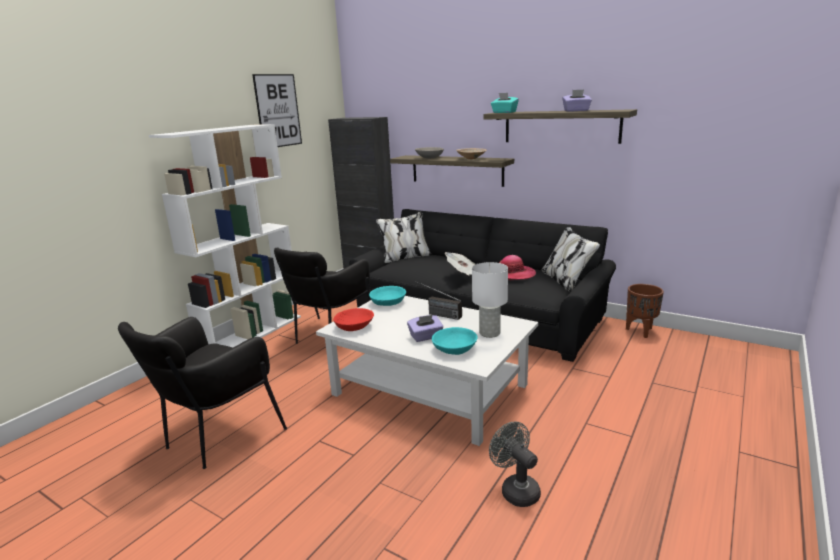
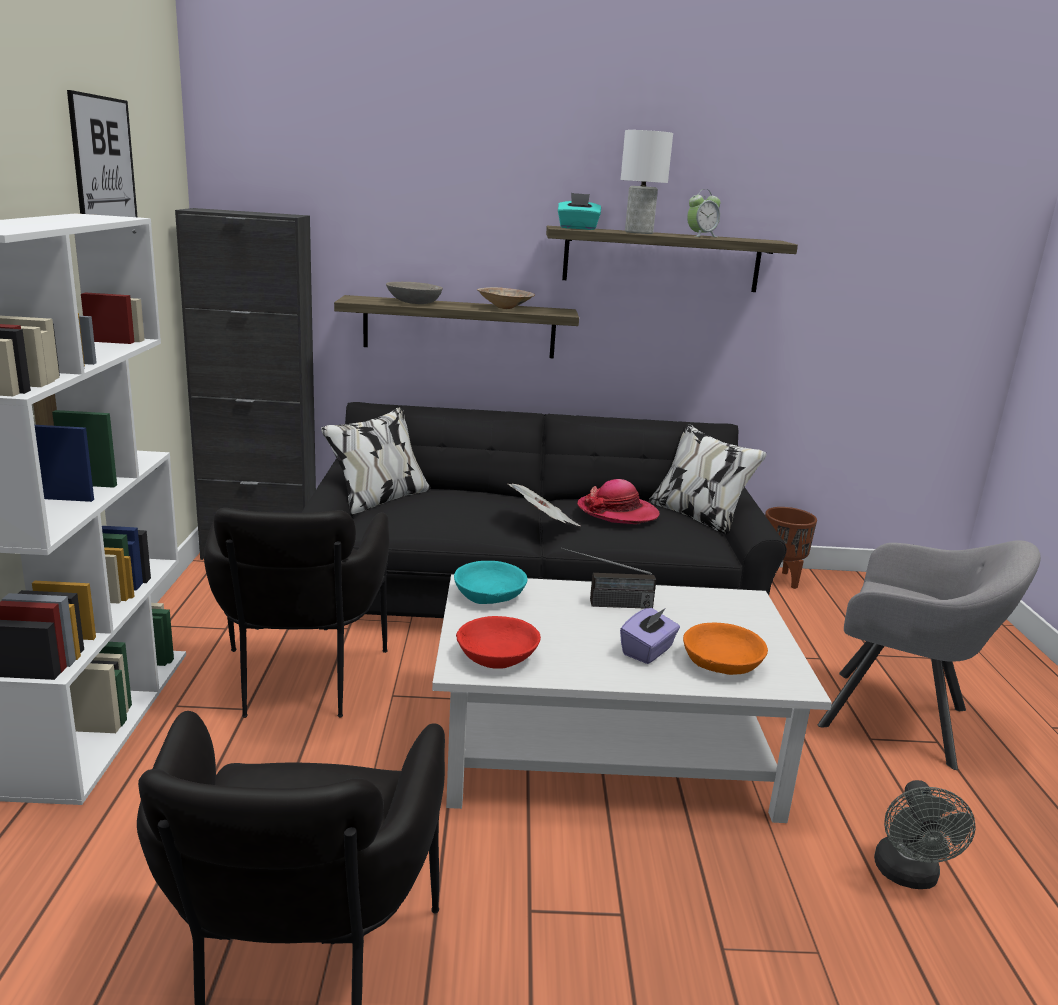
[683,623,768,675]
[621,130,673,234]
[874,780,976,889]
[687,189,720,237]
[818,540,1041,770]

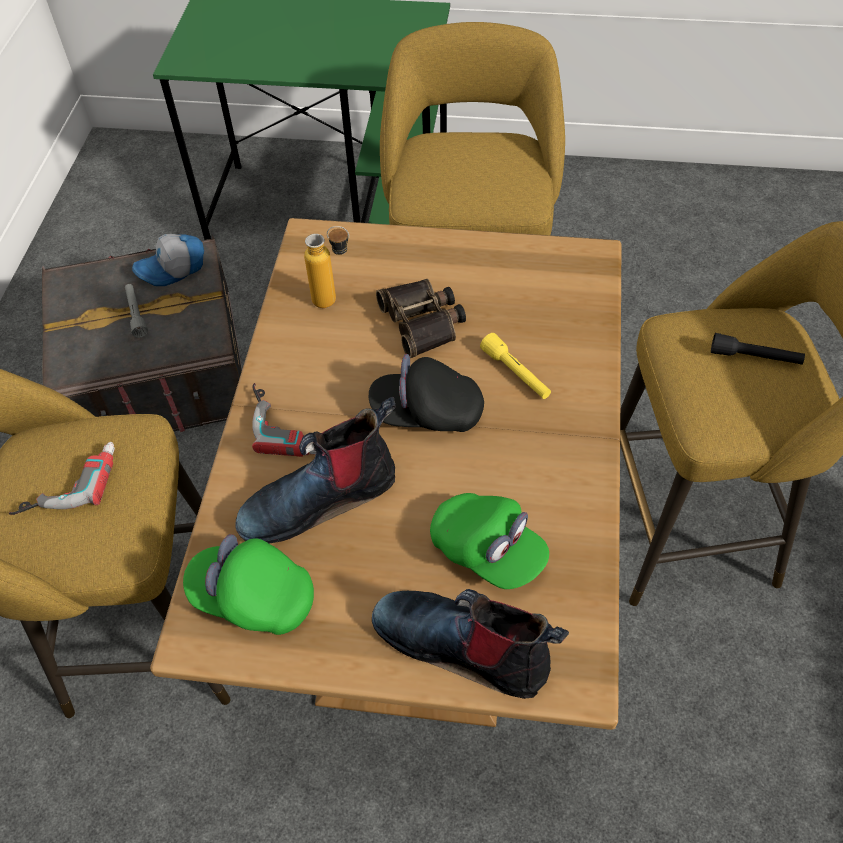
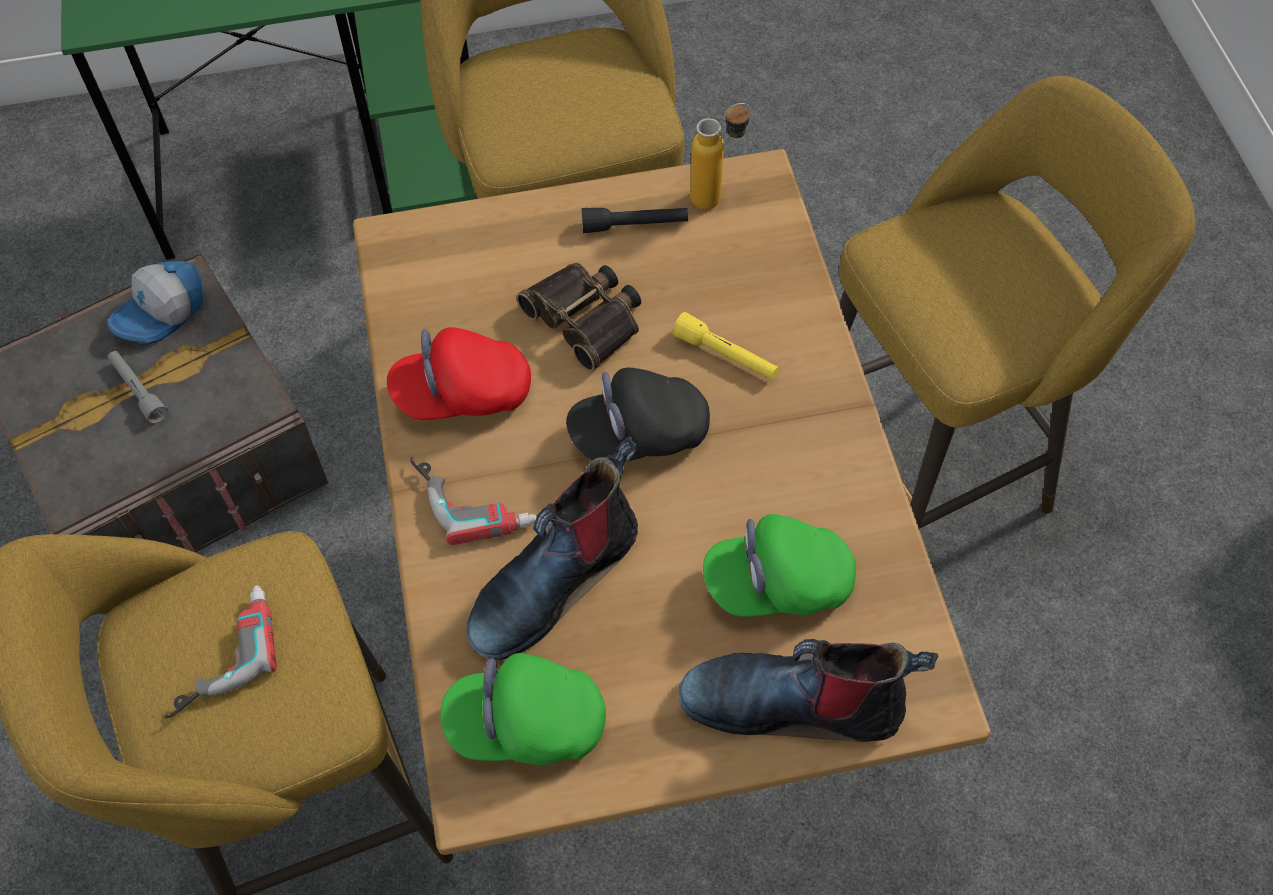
[690,103,751,209]
[703,514,856,617]
[582,208,688,233]
[387,327,531,420]

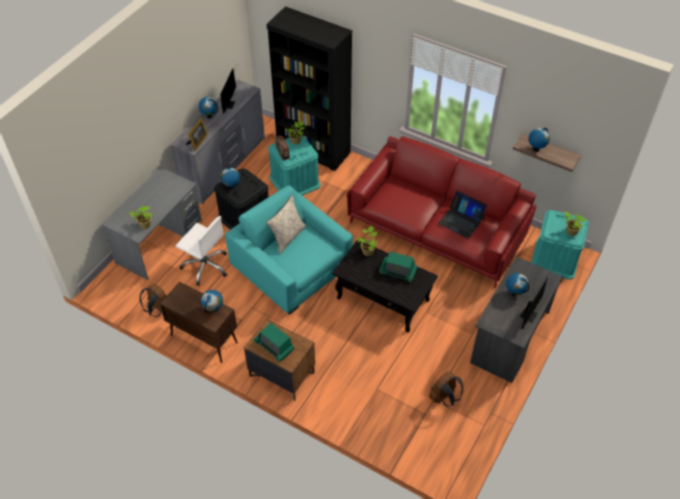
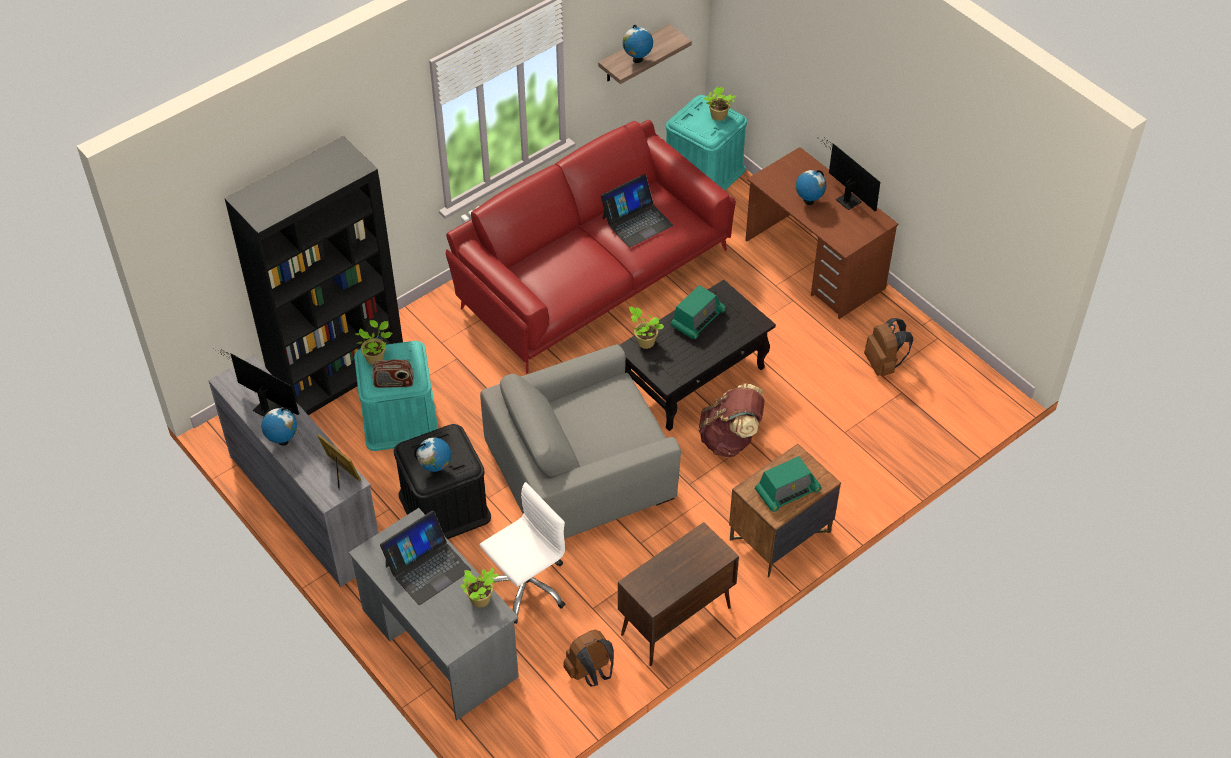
[201,290,223,313] (first image)
[480,344,681,539]
[266,195,306,254] (first image)
[745,147,898,319]
[380,511,471,605]
[698,383,765,457]

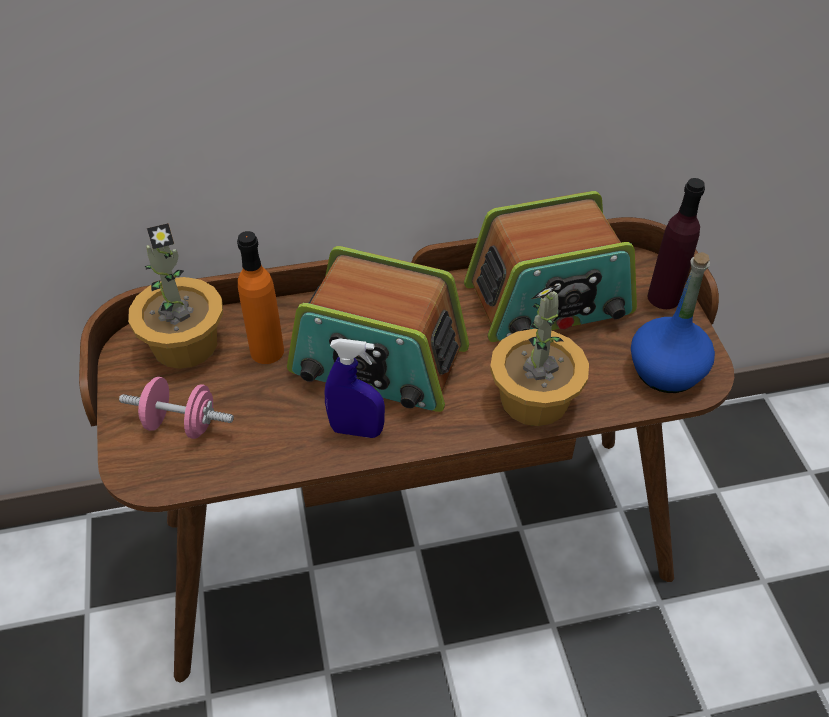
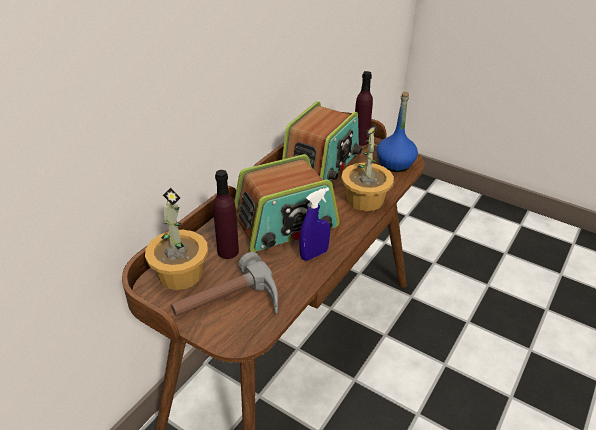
[171,252,278,317]
[213,170,239,259]

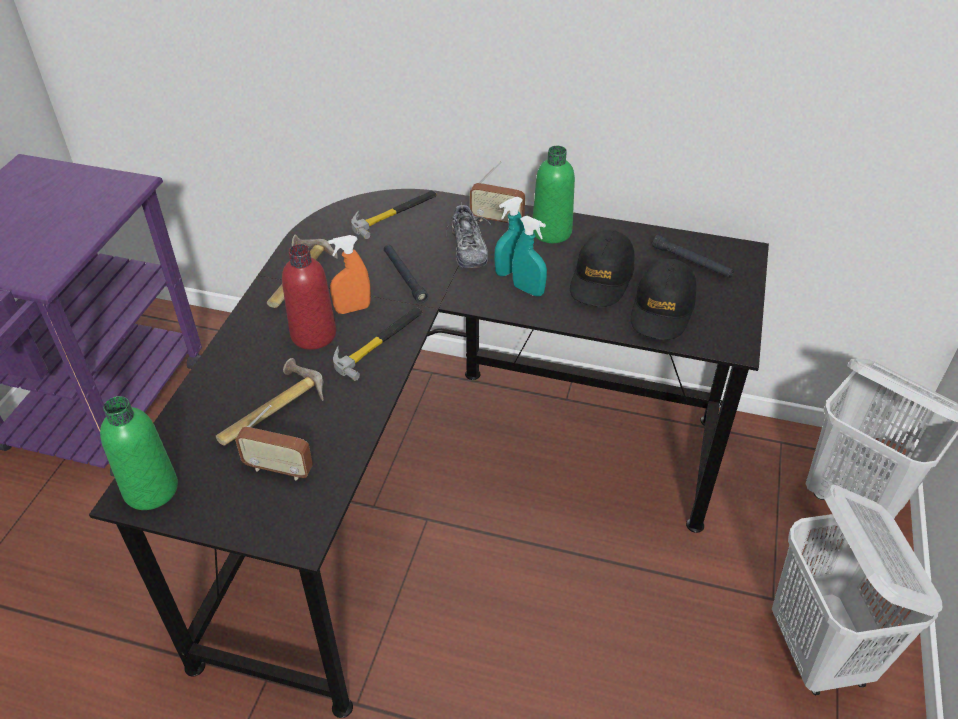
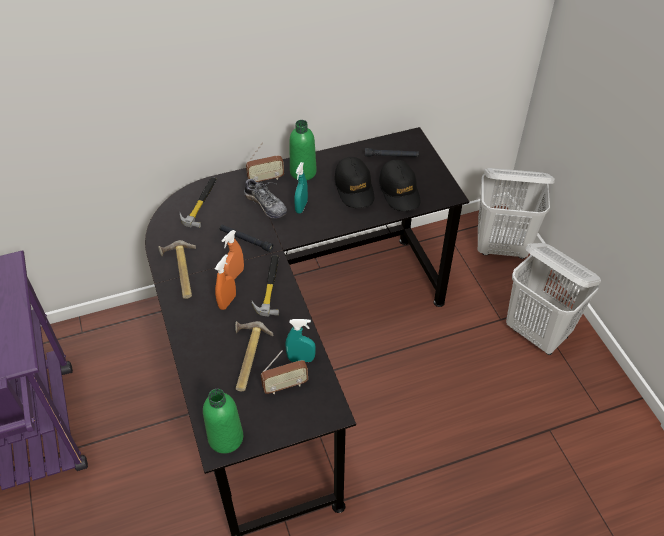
[215,254,236,310]
[286,319,316,362]

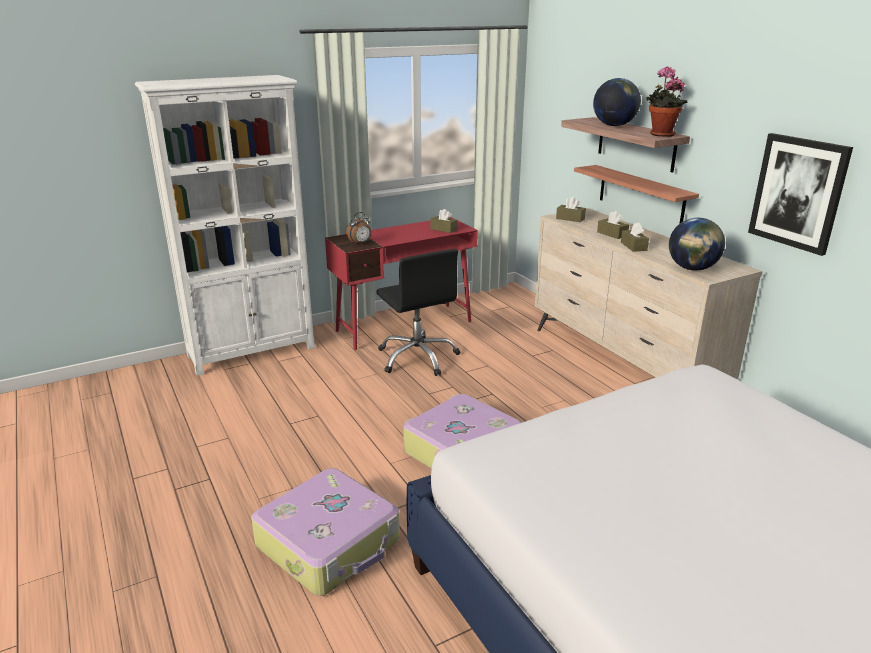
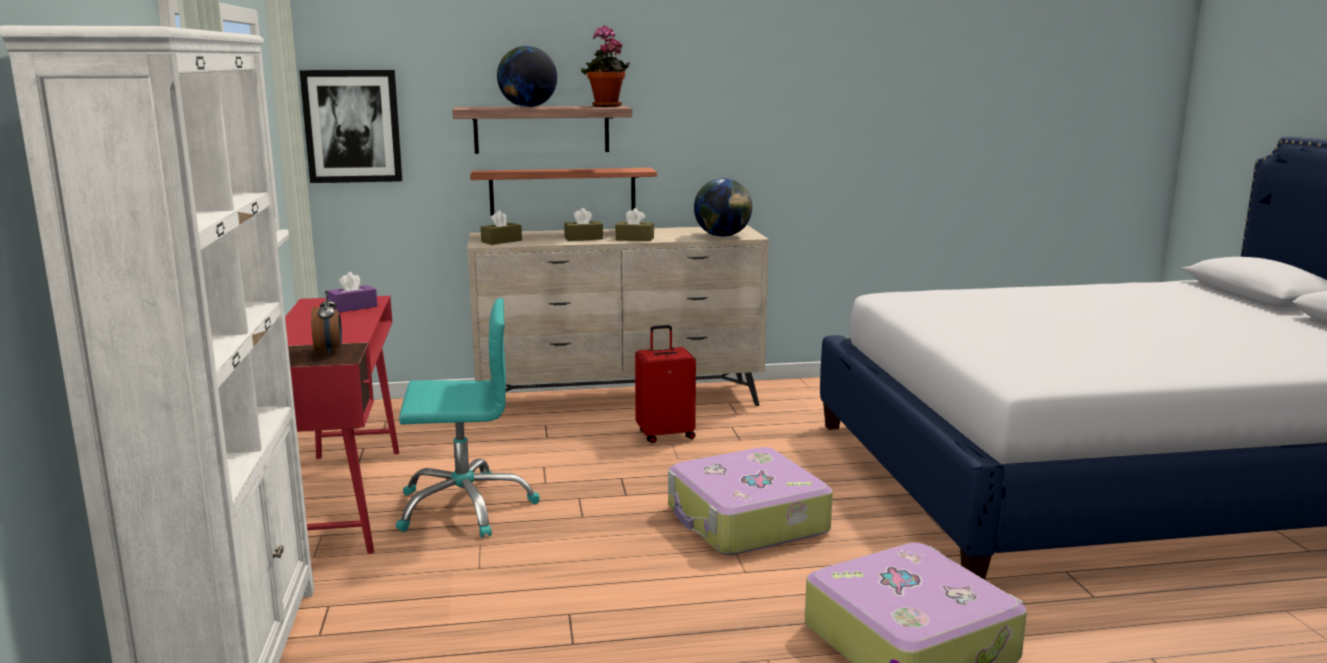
[395,298,540,538]
[327,272,378,312]
[299,70,402,183]
[635,325,696,443]

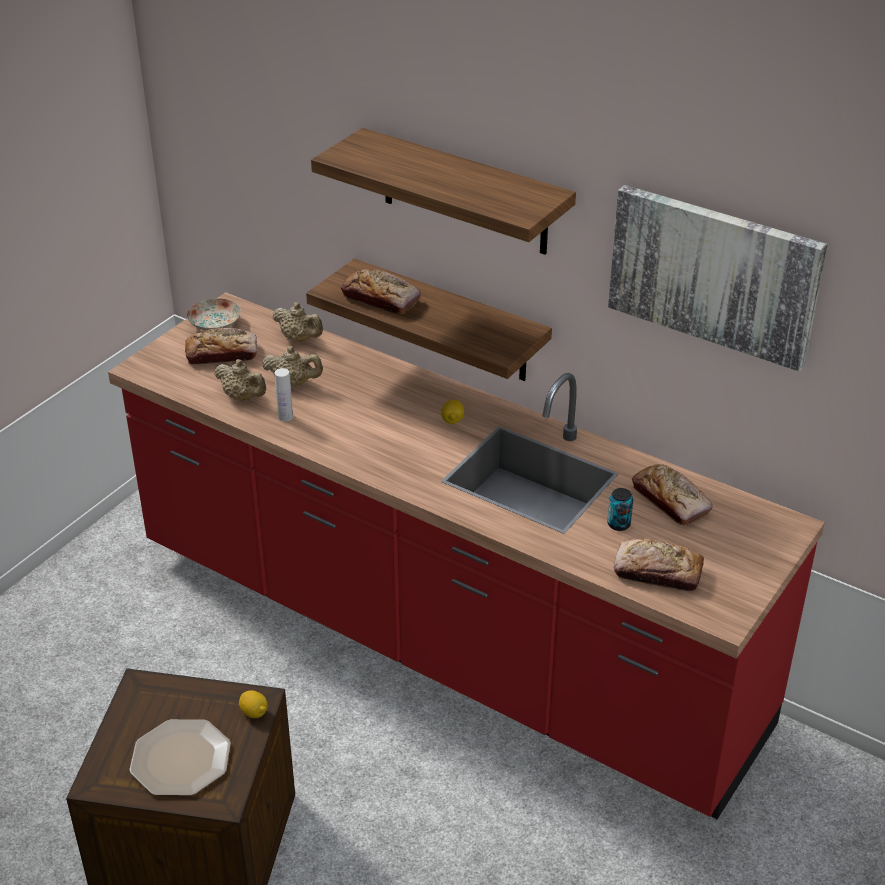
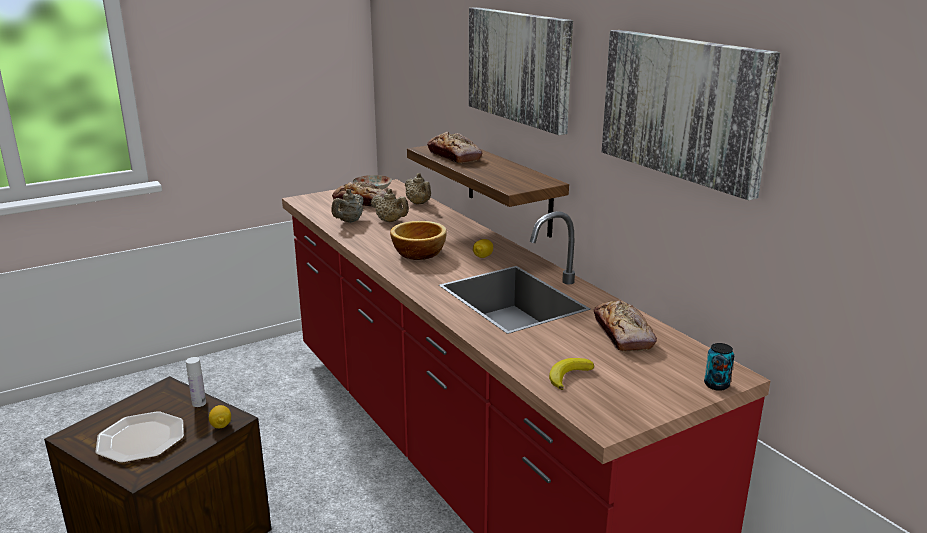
[331,189,364,223]
[186,357,206,407]
[469,7,573,135]
[704,343,734,391]
[549,358,594,390]
[390,221,447,260]

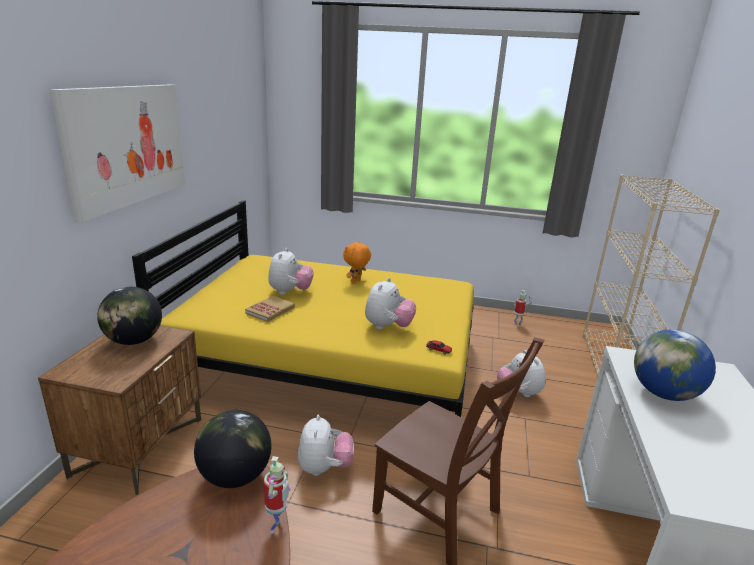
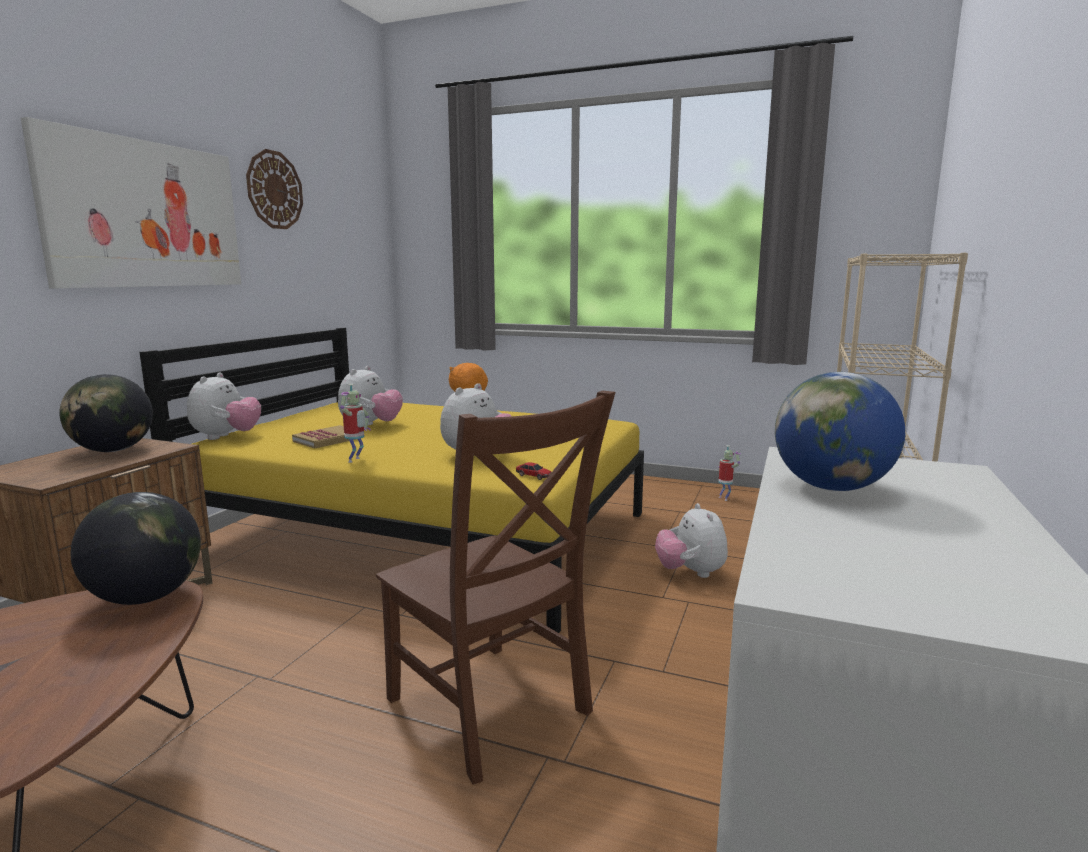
[340,384,371,463]
[187,373,261,440]
[246,149,303,229]

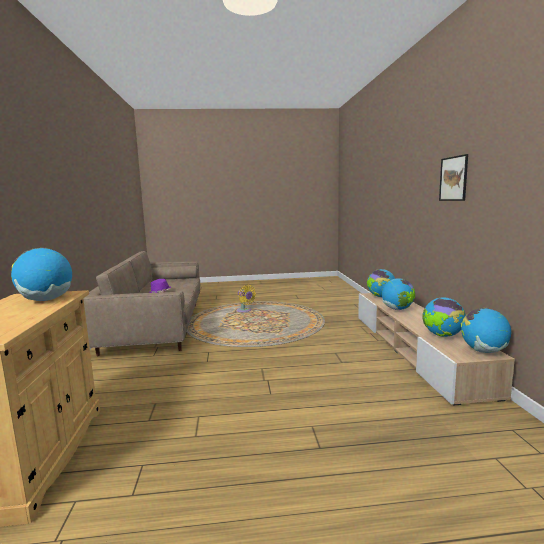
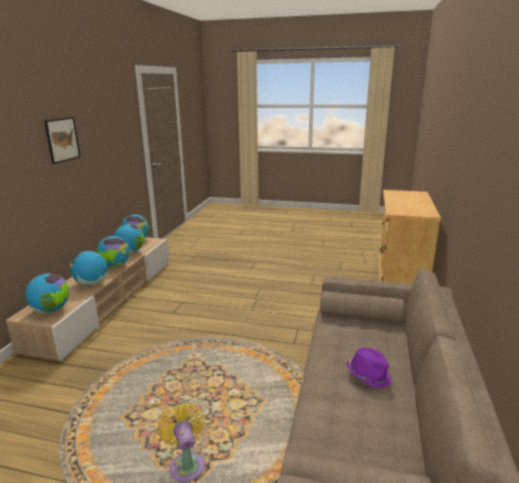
[96,236,130,268]

